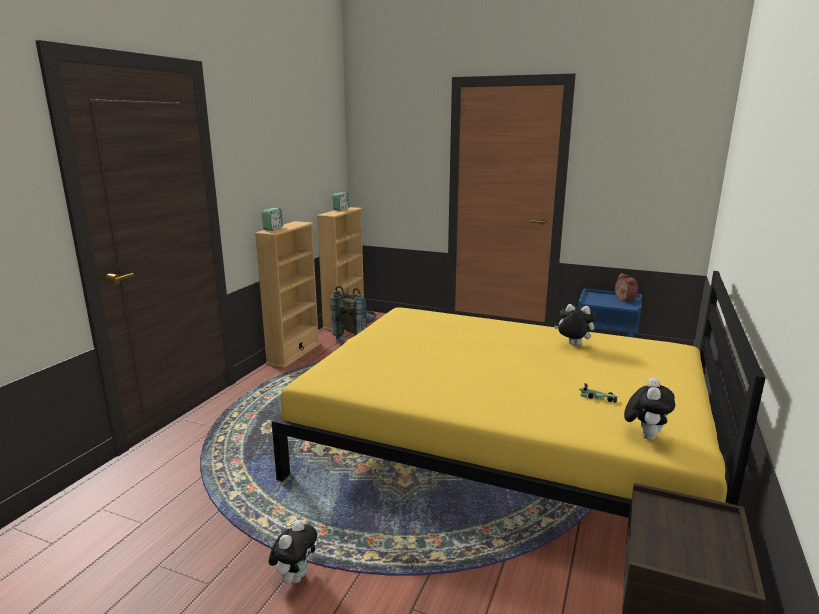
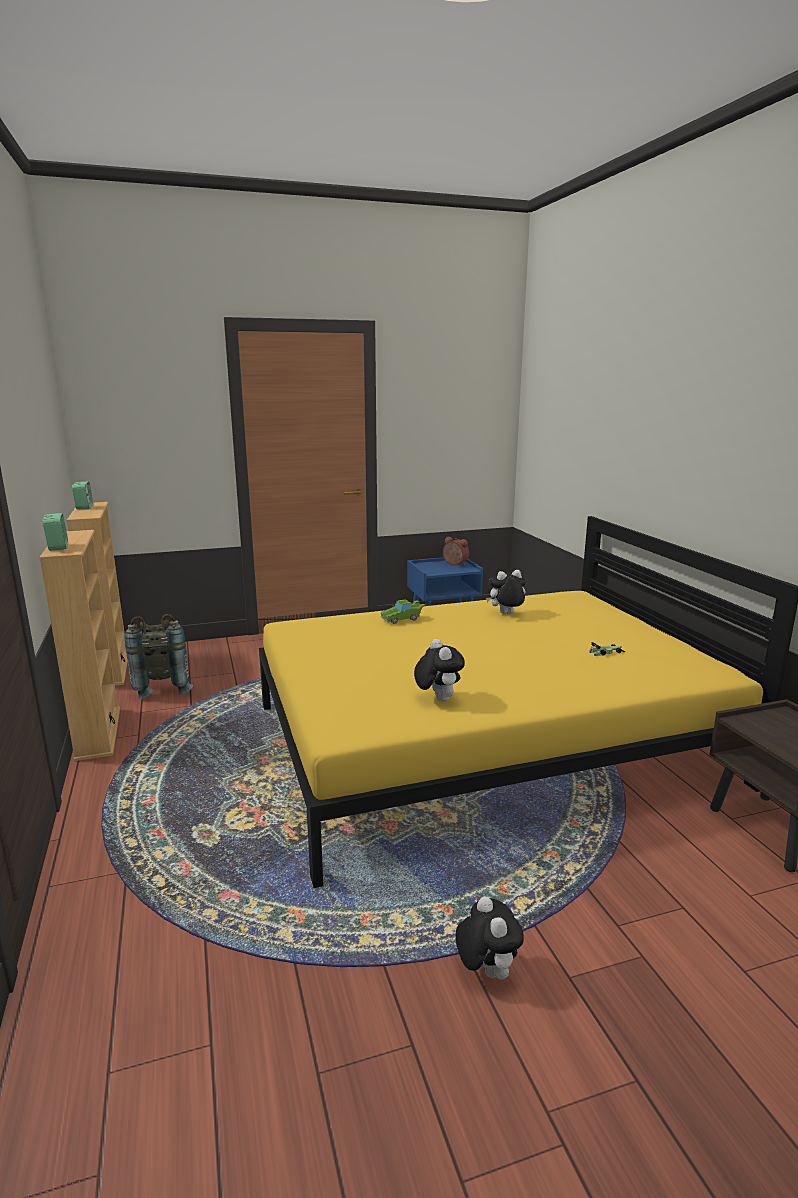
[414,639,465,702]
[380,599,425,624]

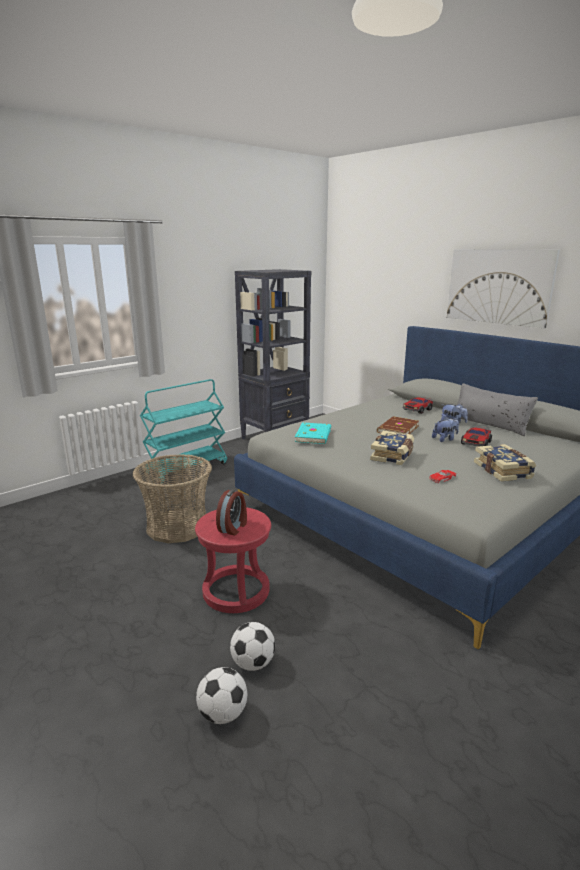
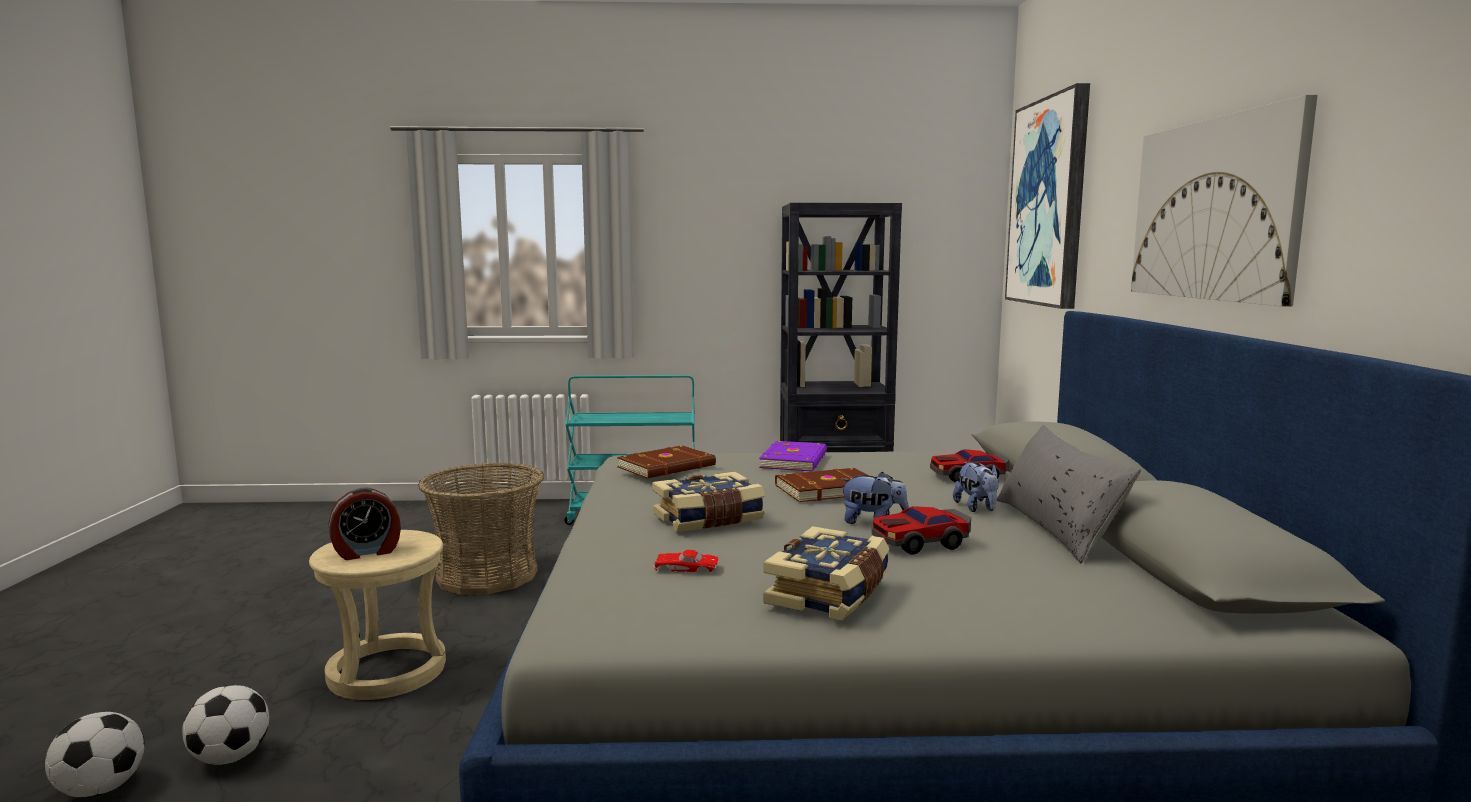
[309,530,446,700]
[617,445,716,478]
[759,441,827,472]
[1005,83,1090,309]

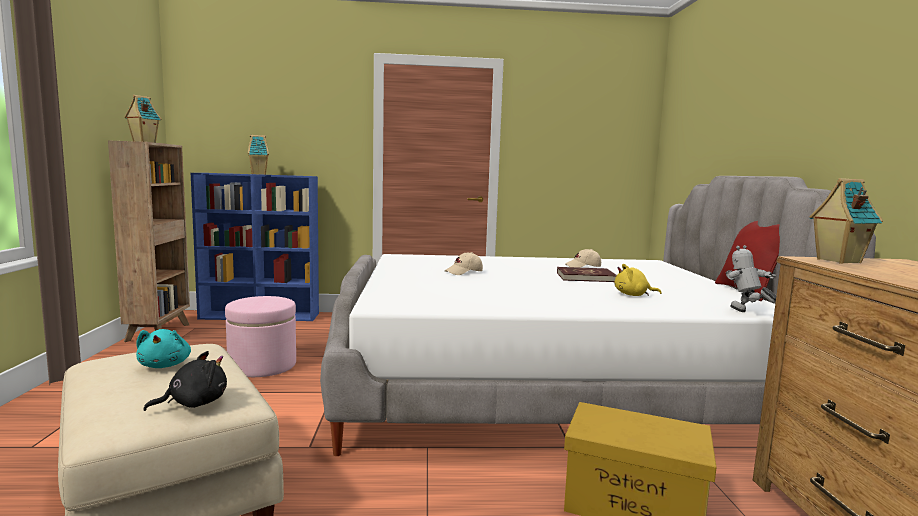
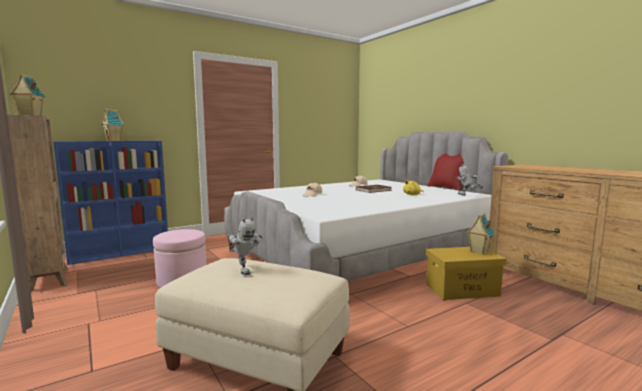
[227,217,263,275]
[143,351,227,411] (first image)
[466,213,495,254]

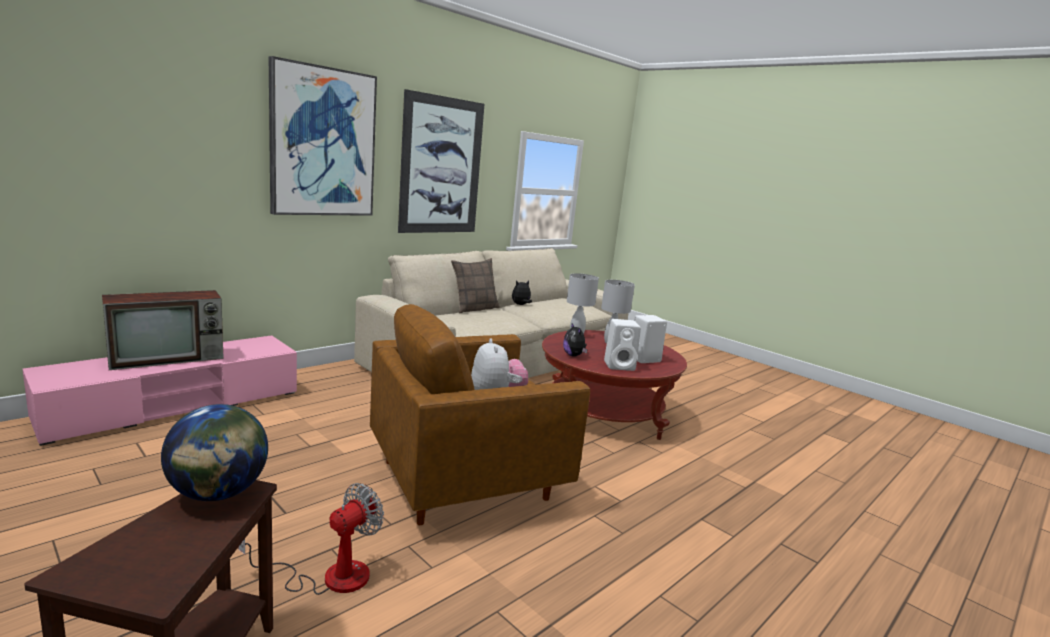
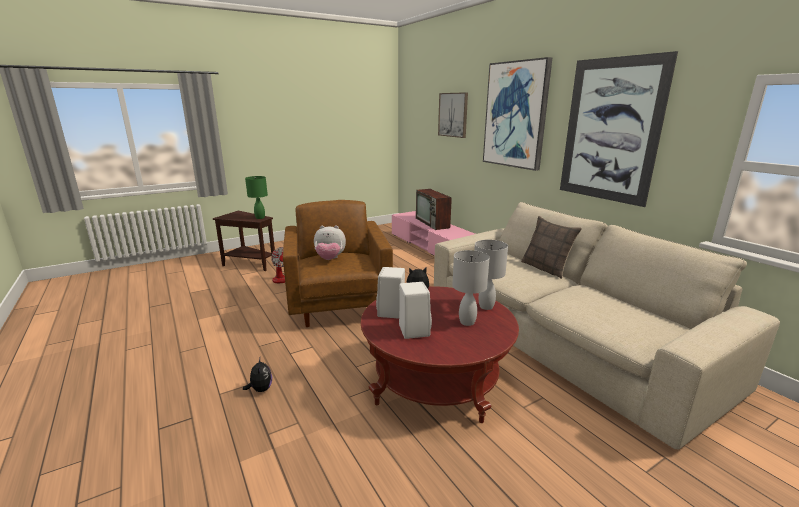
[245,176,268,219]
[243,358,272,392]
[438,92,468,138]

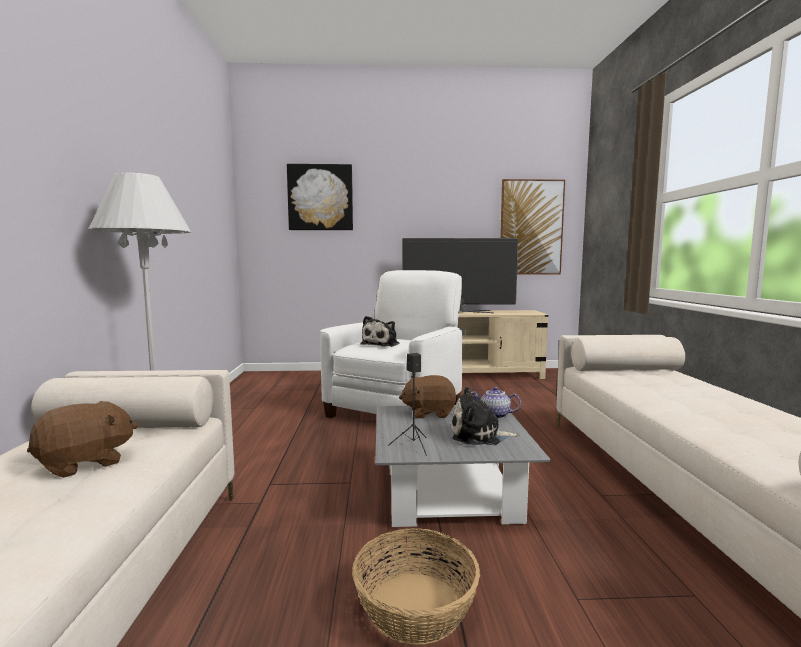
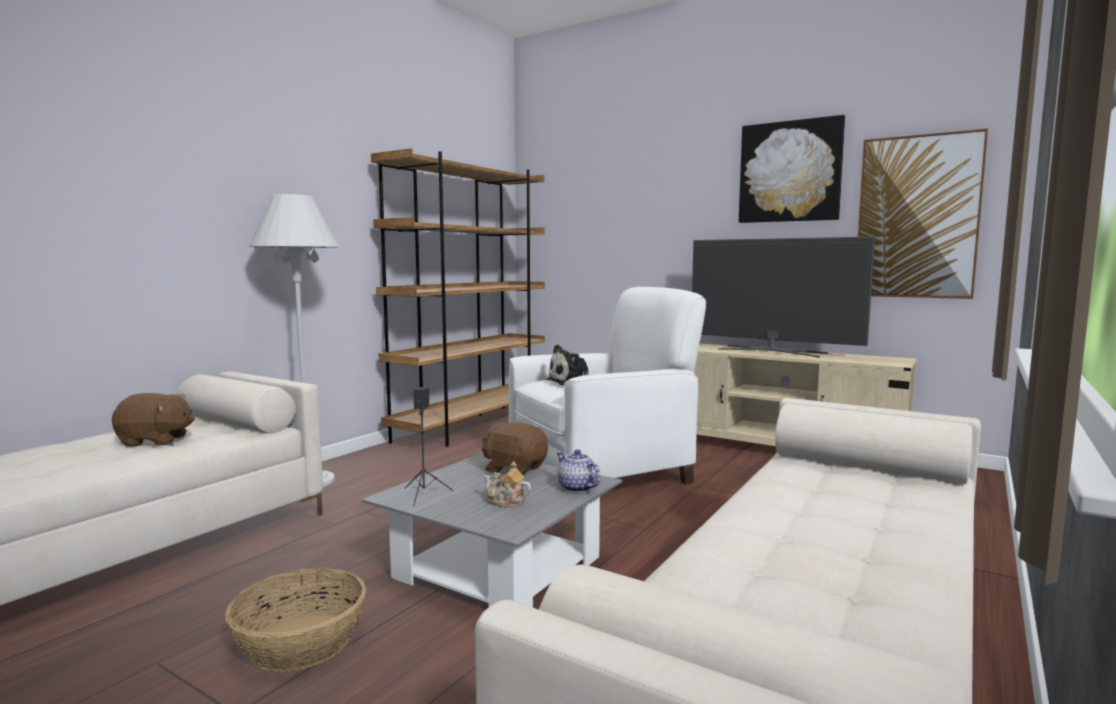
[739,115,845,223]
[484,461,531,508]
[371,148,545,447]

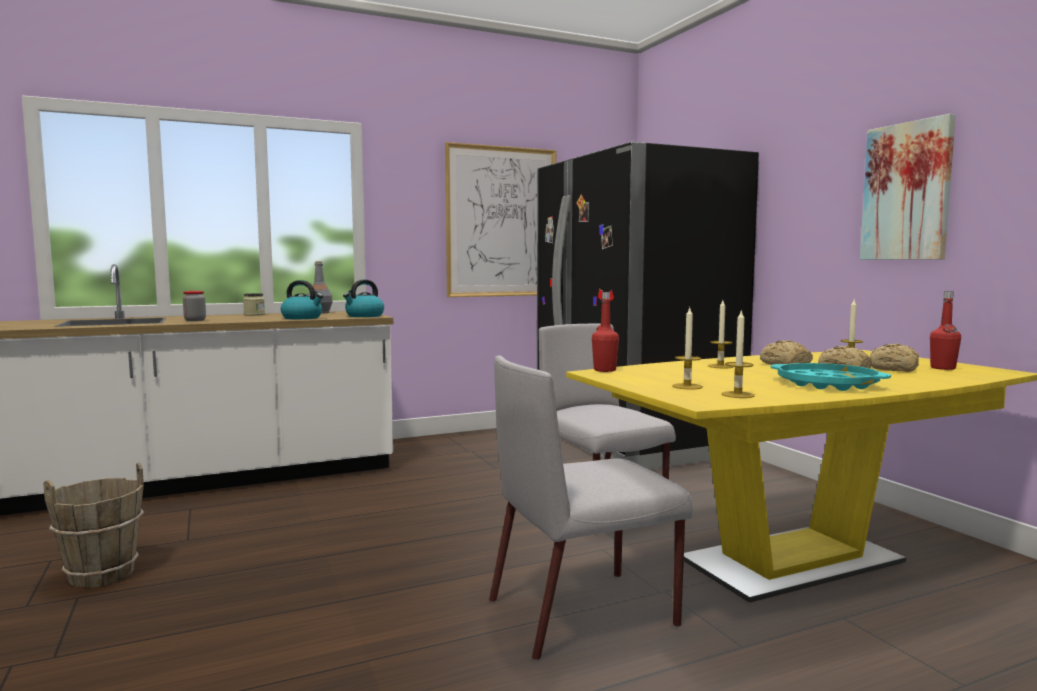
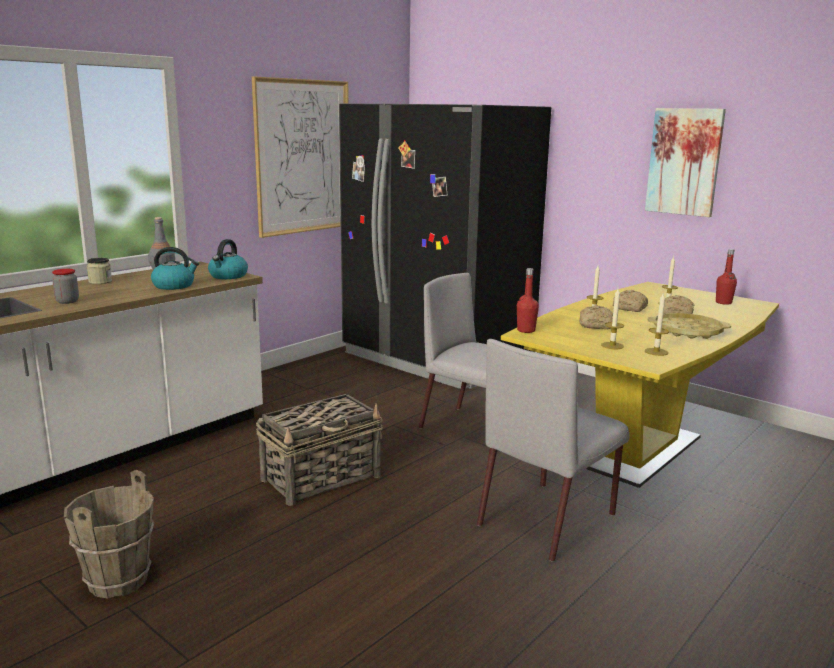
[648,313,731,339]
[579,305,613,329]
[256,394,383,506]

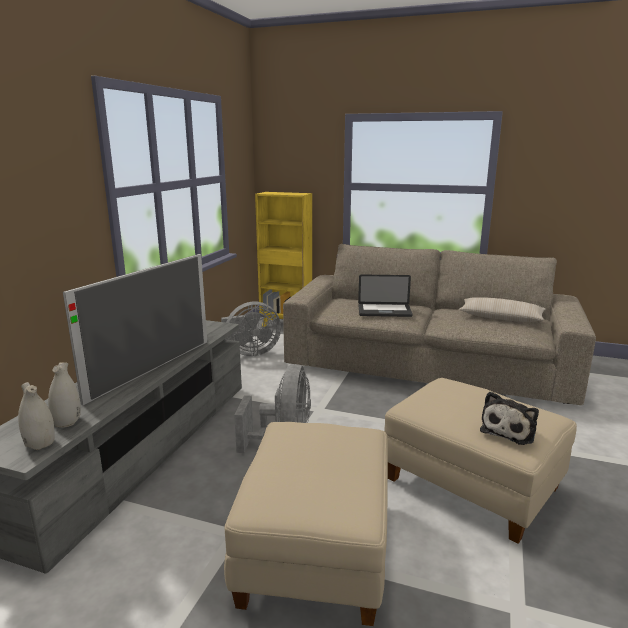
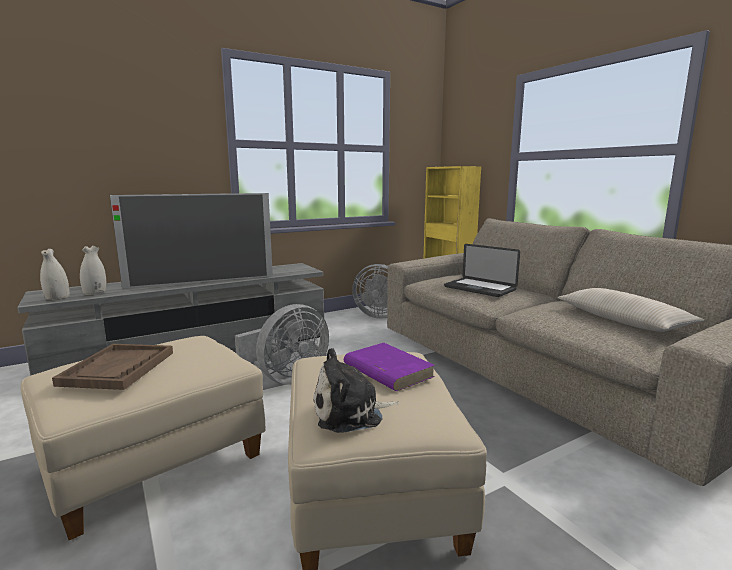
[52,344,173,390]
[344,343,435,391]

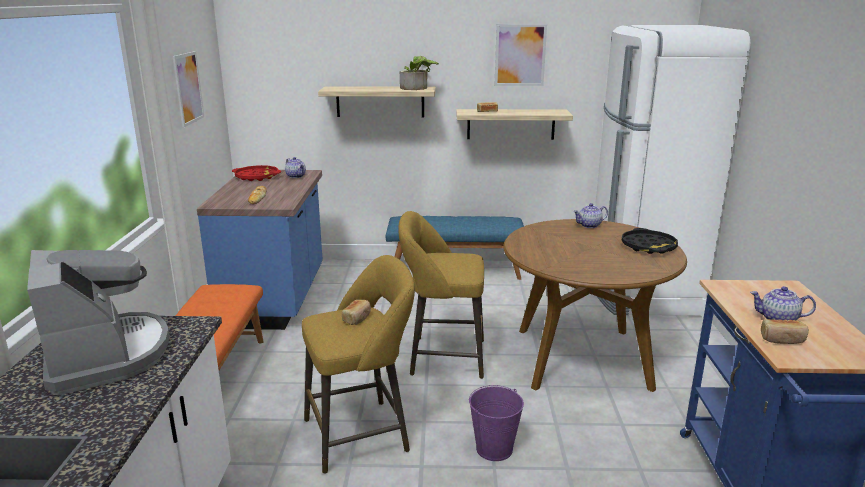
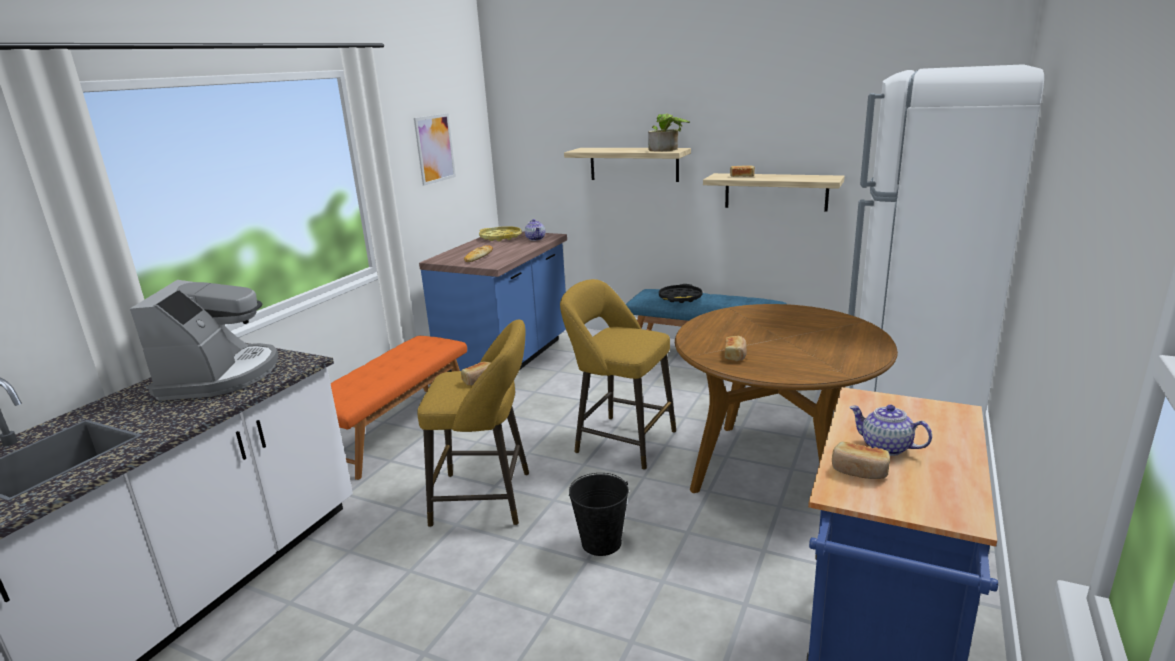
[479,226,522,241]
[569,473,629,556]
[495,24,547,86] (first image)
[573,203,608,228] (first image)
[659,284,703,303]
[725,336,747,361]

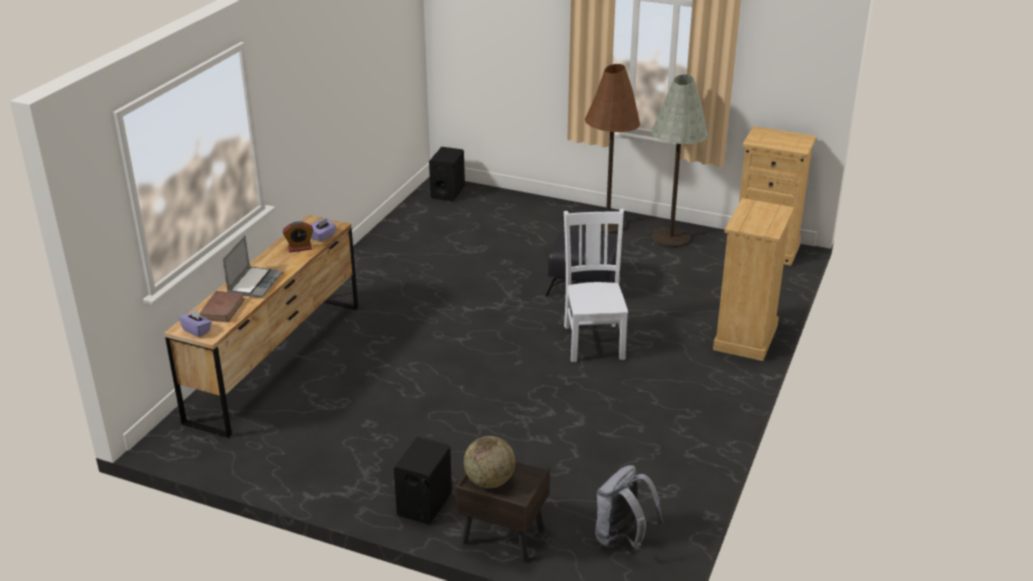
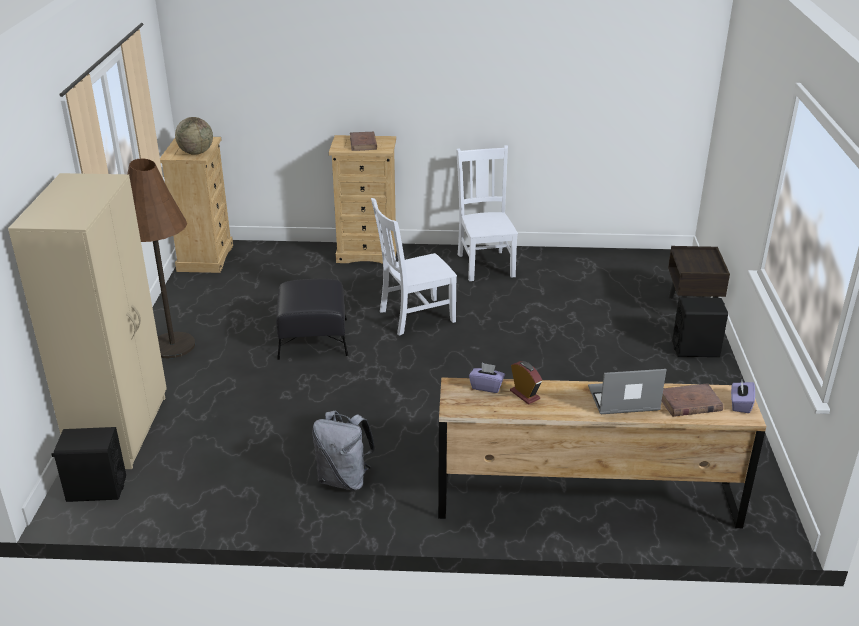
[175,117,213,155]
[312,411,376,490]
[651,74,708,248] (first image)
[8,173,167,469]
[350,132,377,151]
[456,145,518,281]

